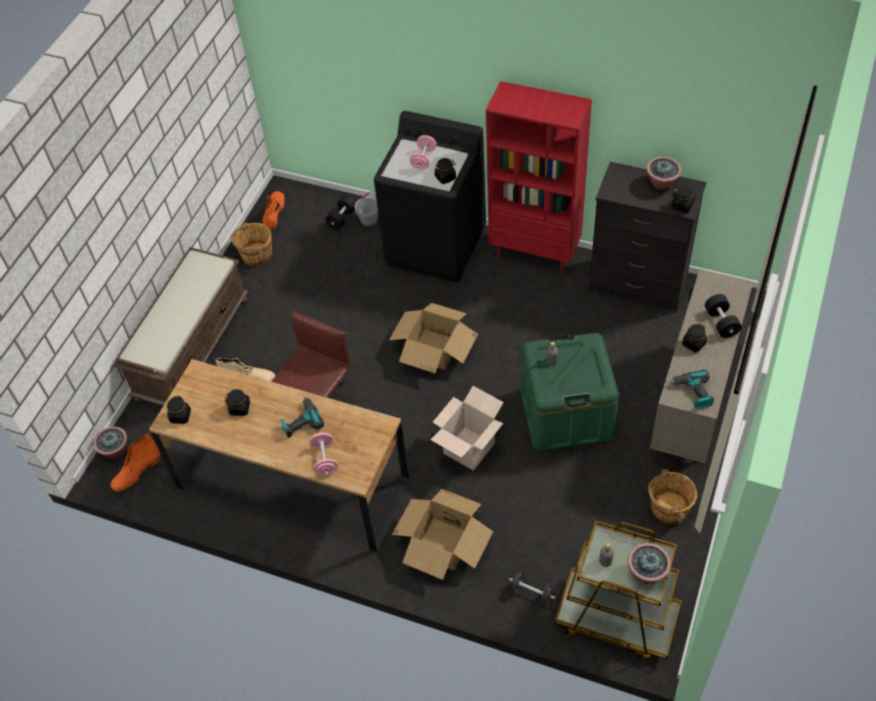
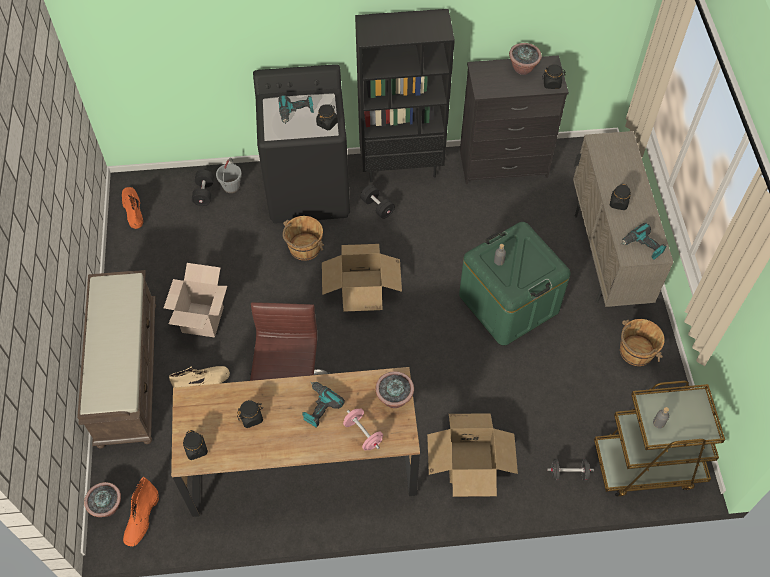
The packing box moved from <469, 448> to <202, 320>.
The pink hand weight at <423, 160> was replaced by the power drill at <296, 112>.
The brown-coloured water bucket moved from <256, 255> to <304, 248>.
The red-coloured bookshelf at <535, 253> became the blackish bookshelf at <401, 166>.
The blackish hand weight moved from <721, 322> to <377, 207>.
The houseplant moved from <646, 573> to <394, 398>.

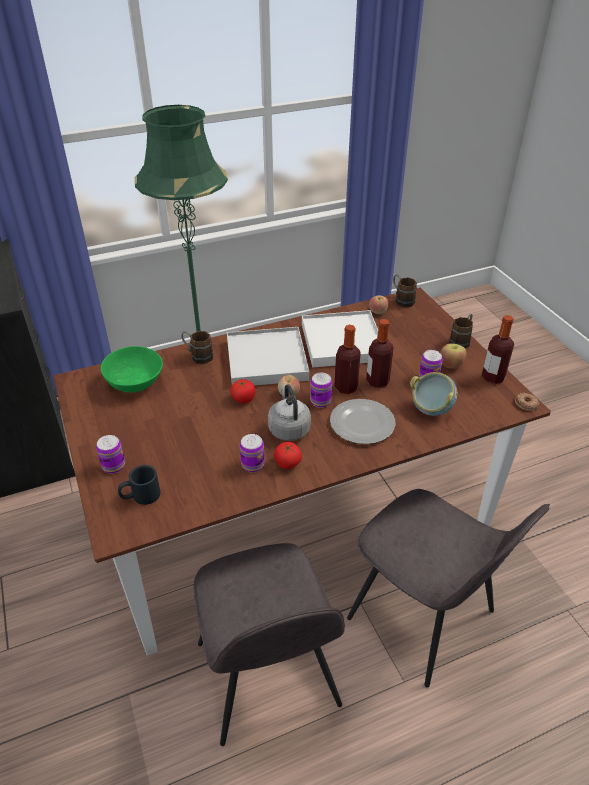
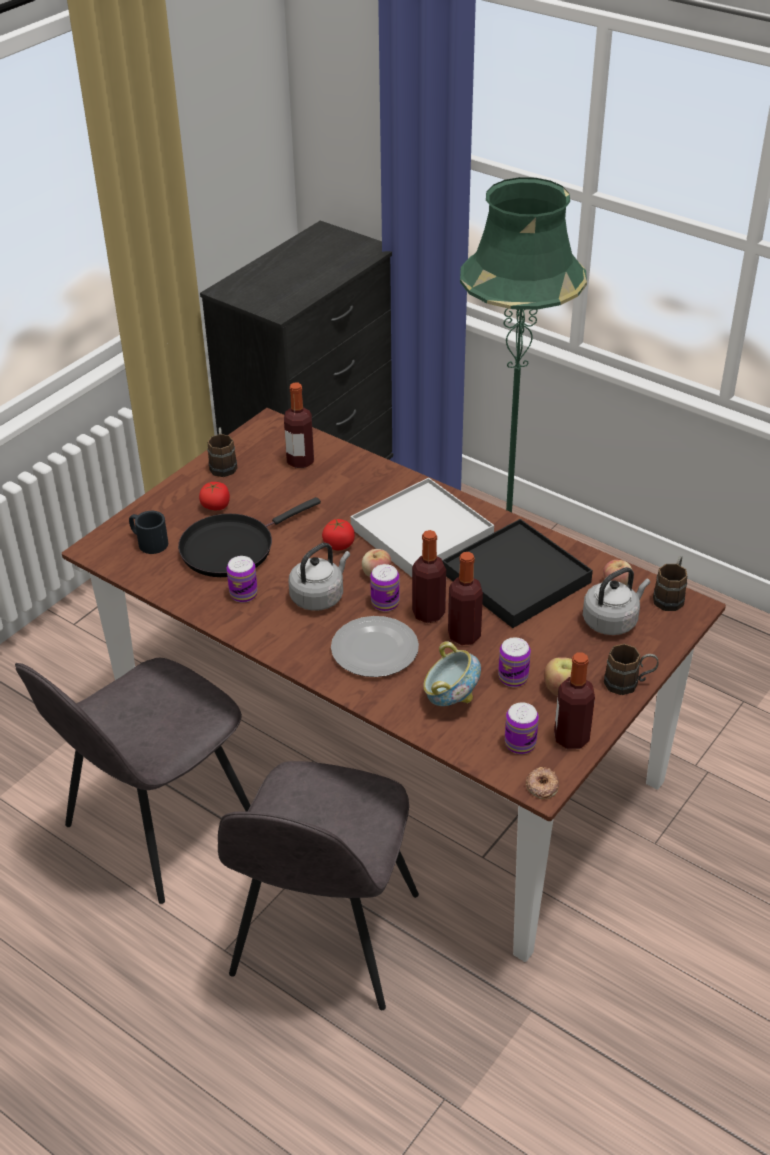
The blackish skillet at <232, 547> appeared.
The tomato moved from <287, 463> to <216, 506>.
The brown-coloured tea mug moved from <198, 356> to <223, 464>.
The green bowl at <135, 382> was replaced by the beverage bottle at <300, 461>.
The whitish carrying tray at <342, 342> became the blackish carrying tray at <515, 577>.
The can moved from <113, 466> to <520, 744>.
The grey tea kettle at <612, 621> appeared.

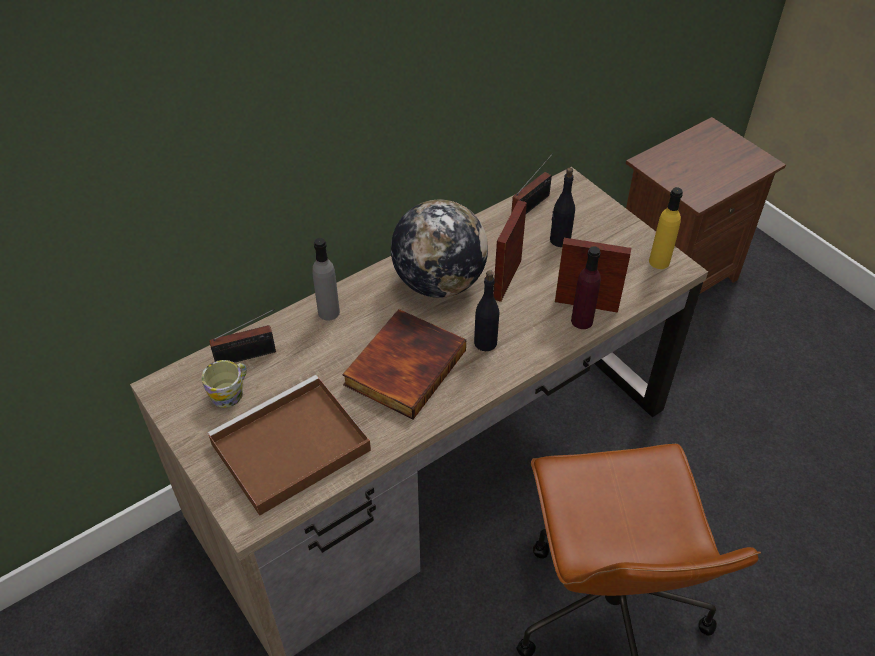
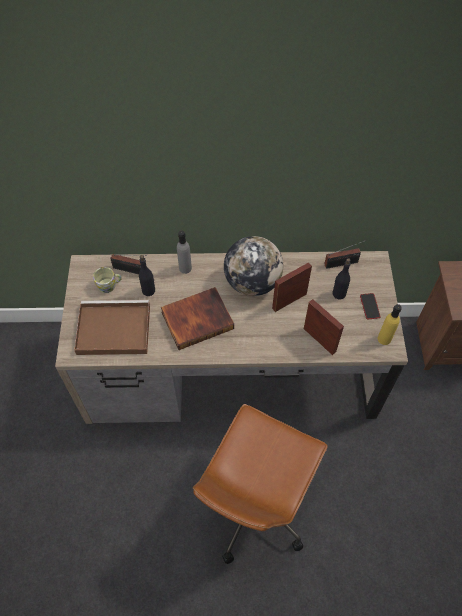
The blackish beverage bottle moved from <485, 342> to <149, 290>.
The handset at <369, 306> appeared.
The purple-coloured beverage bottle at <582, 321> disappeared.

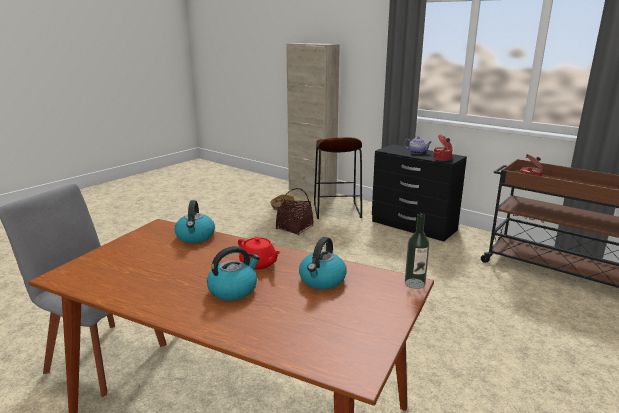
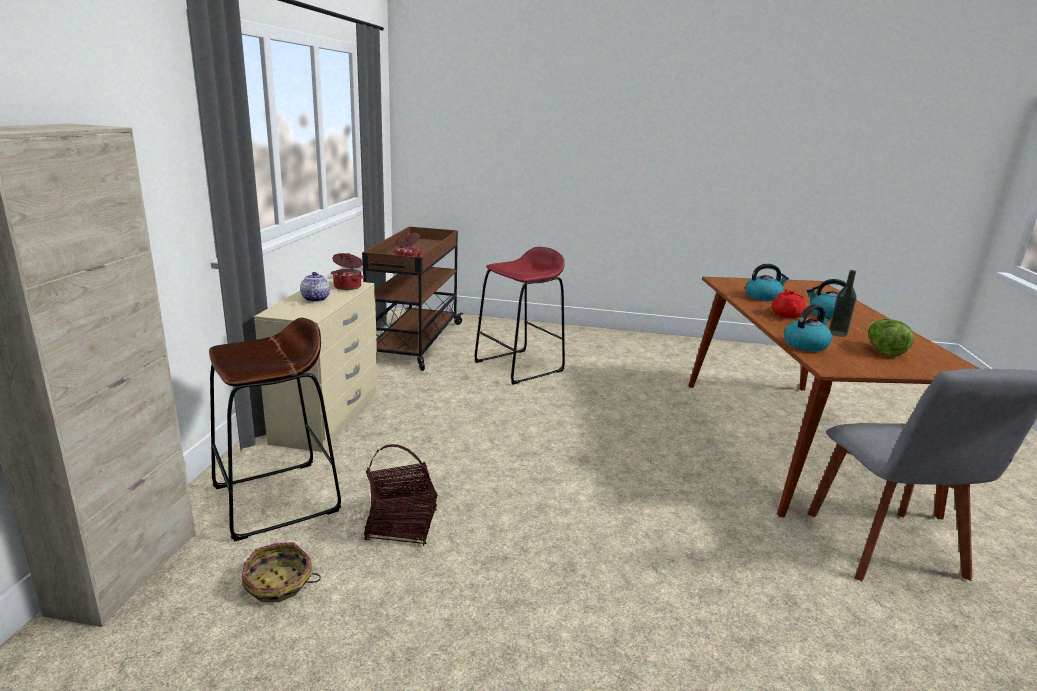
The blackish dresser at <413, 226> became the beige dresser at <328, 416>.
The red-coloured stool seat at <519, 366> appeared.
The beverage bottle moved from <414, 283> to <837, 333>.
The head of lettuce at <883, 351> appeared.

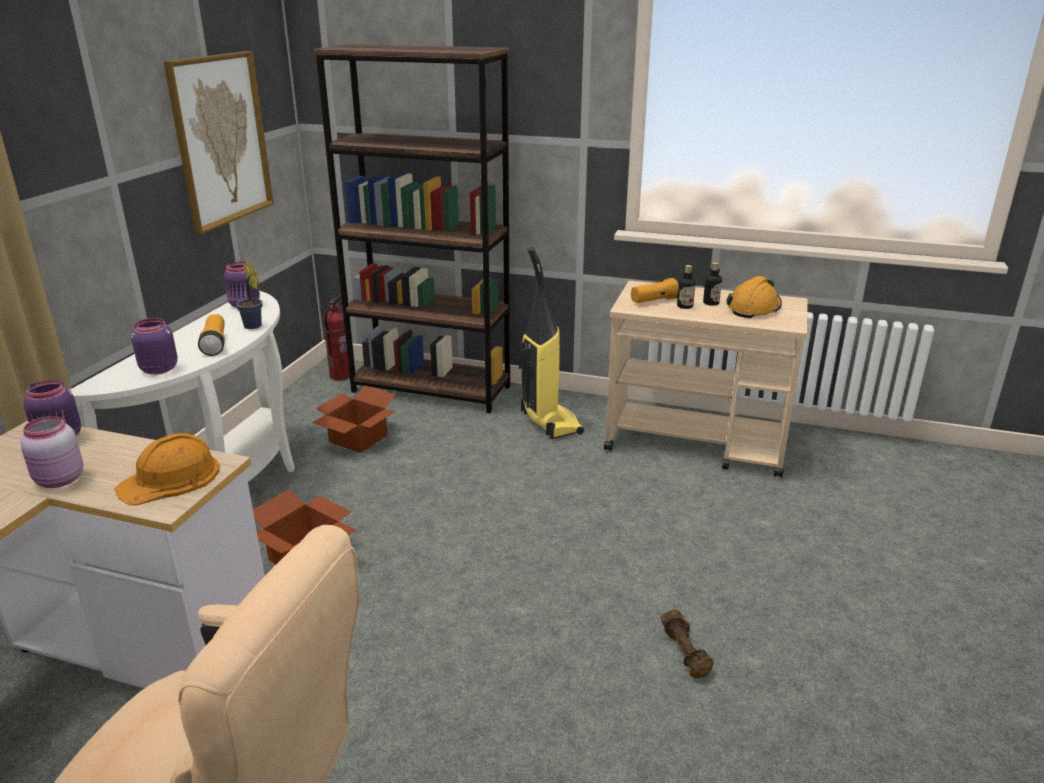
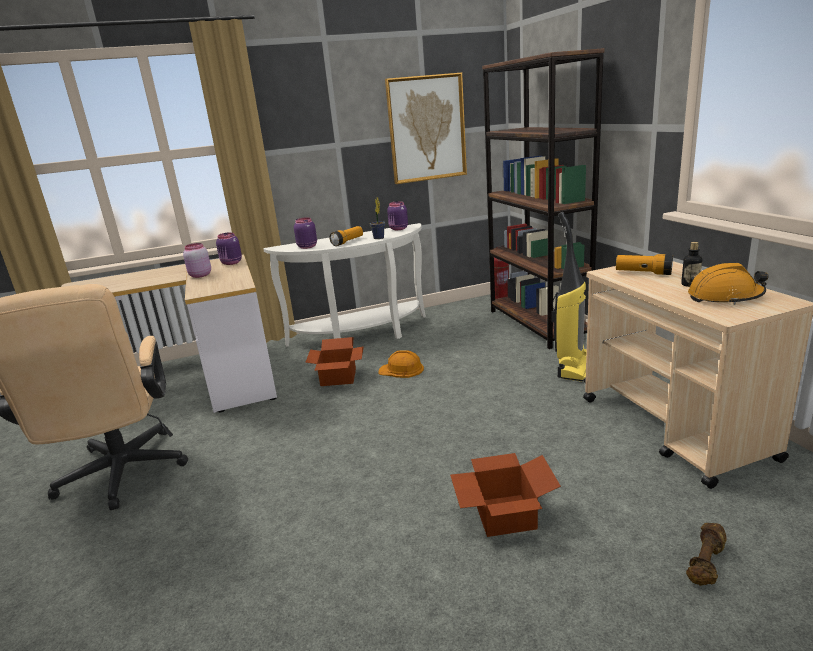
The orangey work helmet moved from <170, 478> to <401, 369>.
The packing box moved from <356, 439> to <503, 515>.
The brown-coloured hand weight moved from <685, 653> to <706, 563>.
The beverage bottle at <684, 306> disappeared.

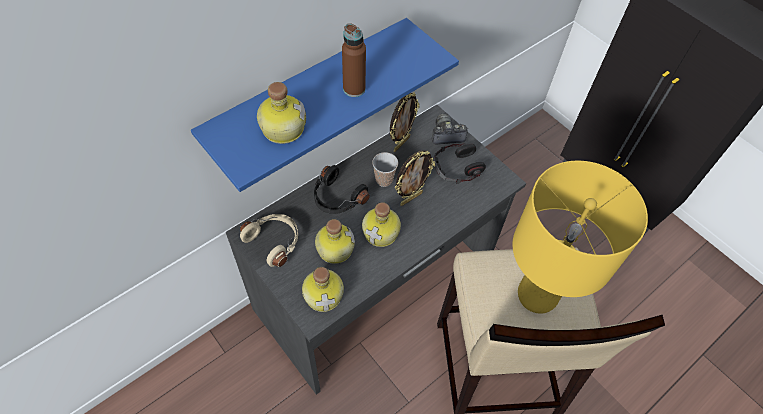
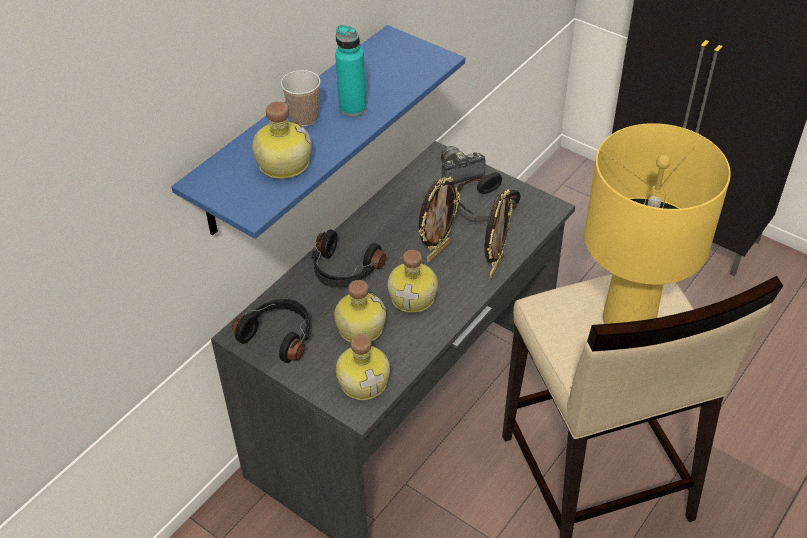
The beige headphones at <274, 241> became the blackish headphones at <279, 335>.
The small cup moved from <384, 180> to <304, 118>.
The brown-coloured beverage bottle at <354, 89> became the turquoise-coloured beverage bottle at <352, 108>.
The picture frame moved from <401, 143> to <495, 266>.

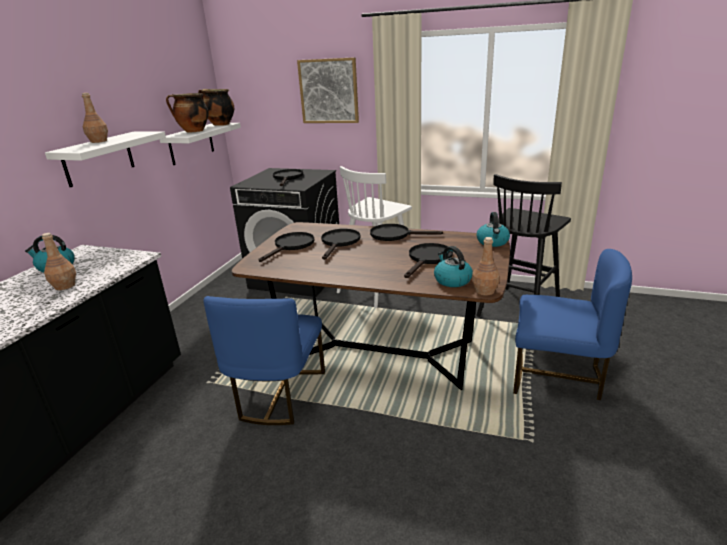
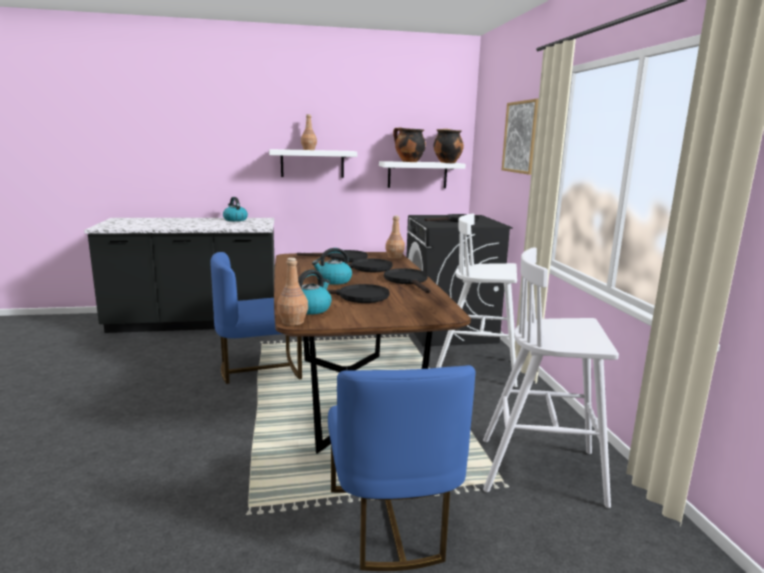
The tea kettle moved from <492, 242> to <333, 281>.
The brown-coloured beverage bottle moved from <65, 286> to <395, 257>.
The blackish stool seat at <519, 308> became the whitish stool seat at <543, 471>.

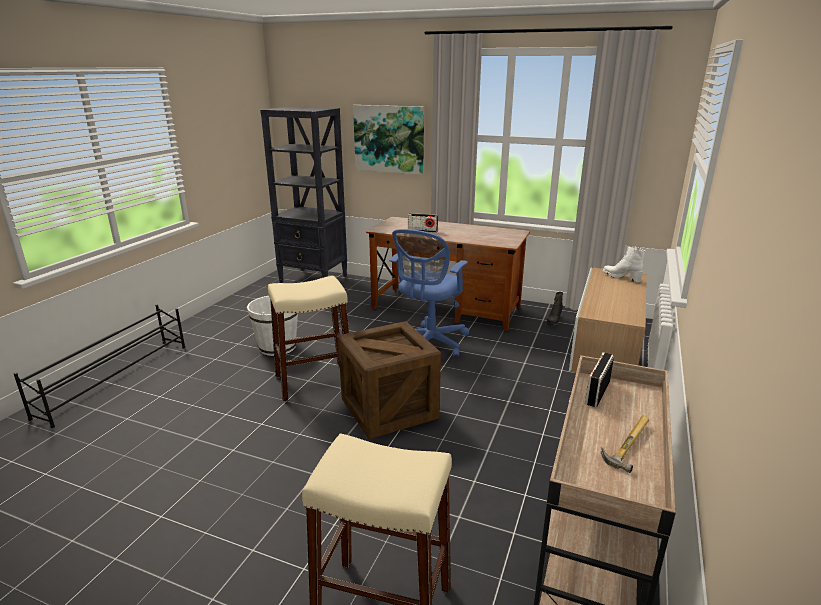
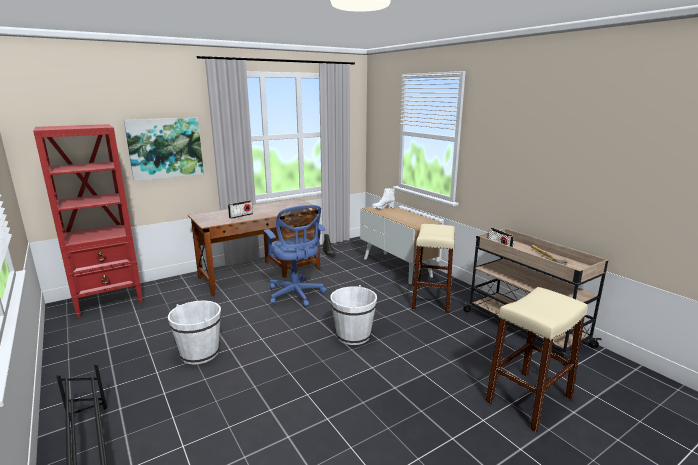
The blackish bookshelf at <314, 279> became the red-coloured bookshelf at <109, 300>.
The packing crate at <389, 409> was replaced by the whitish water bucket at <353, 335>.
The beige stool seat moved from <314, 381> to <431, 299>.

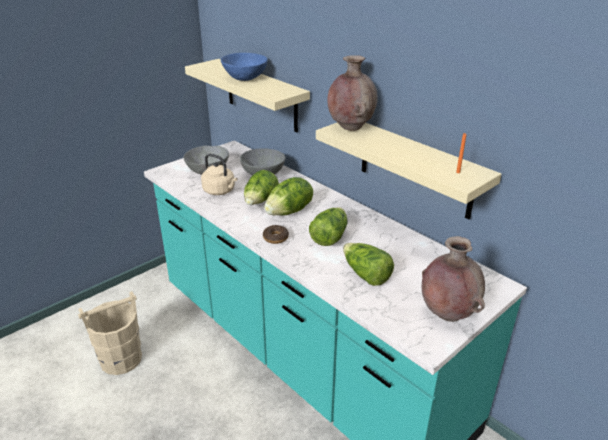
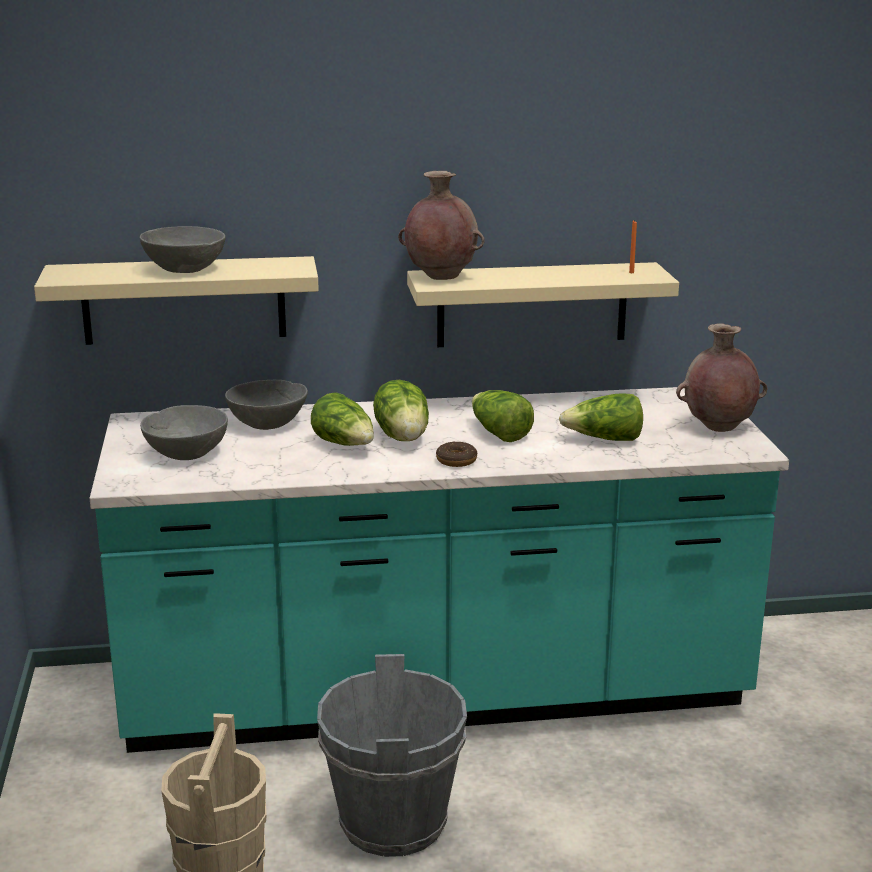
The blue bowl at <245, 78> became the grey bowl at <185, 269>.
The grey water bucket at <394, 823> appeared.
The beige tea kettle at <220, 191> disappeared.

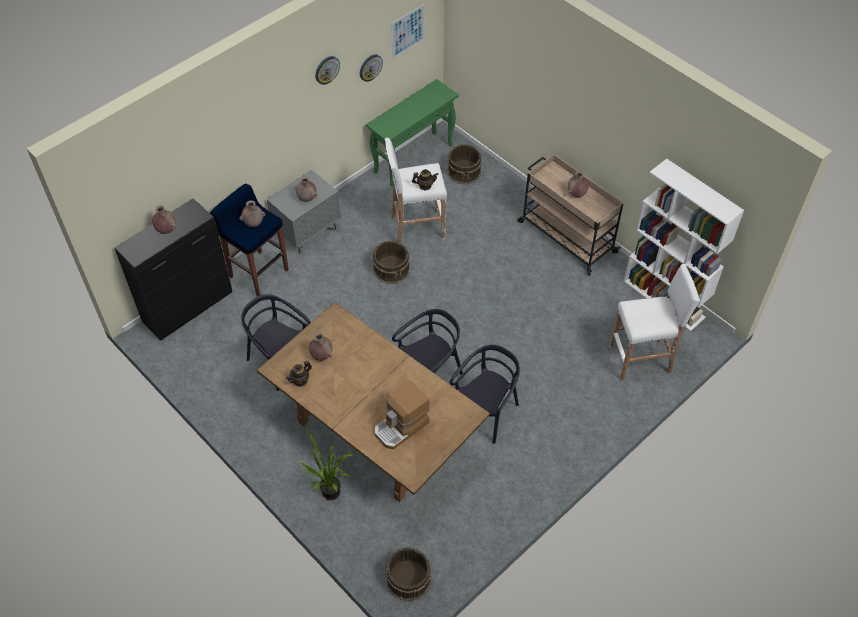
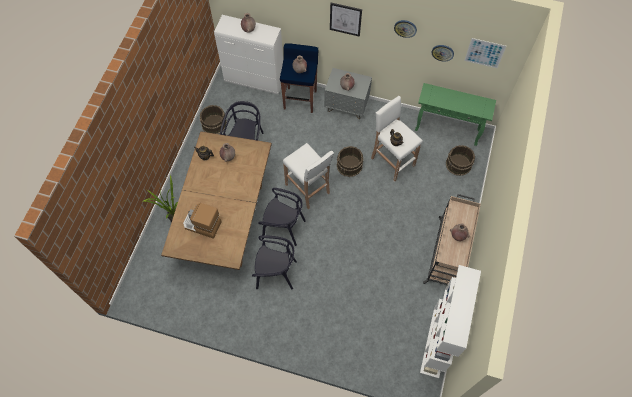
The brown-coloured water bucket moved from <408, 579> to <214, 124>.
The blackish storage cabinet at <188, 307> became the whitish storage cabinet at <255, 81>.
The whitish stool seat moved from <641, 359> to <308, 189>.
The wall art at <345, 19> appeared.

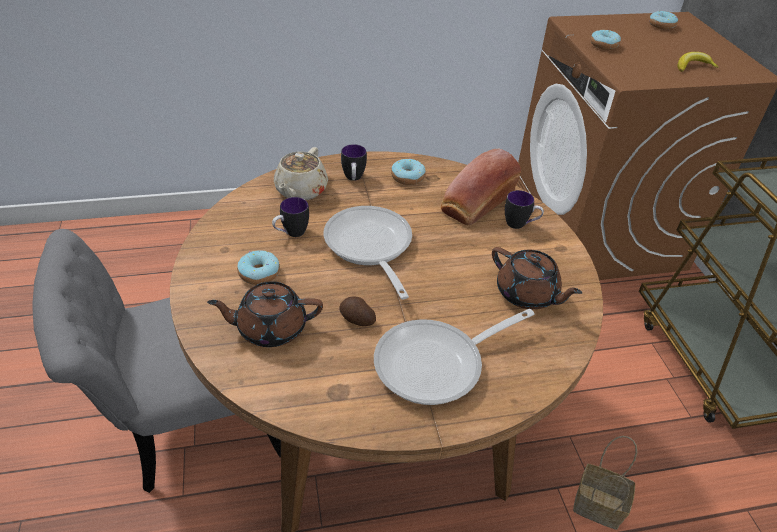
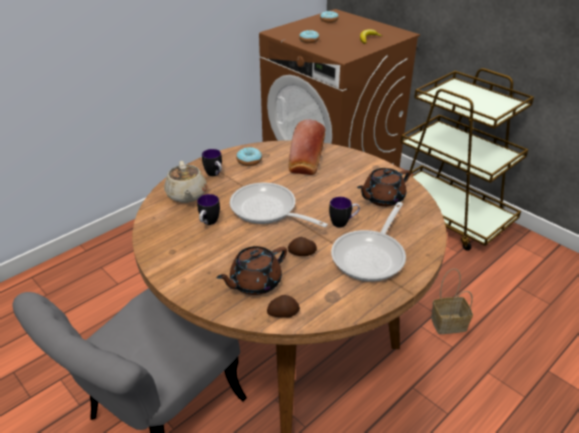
The spud at <283, 313> appeared.
The tea mug moved from <520, 225> to <343, 223>.
The brown-coloured tea pot at <527, 294> turned 135 degrees clockwise.
The doughnut at <259, 273> disappeared.

